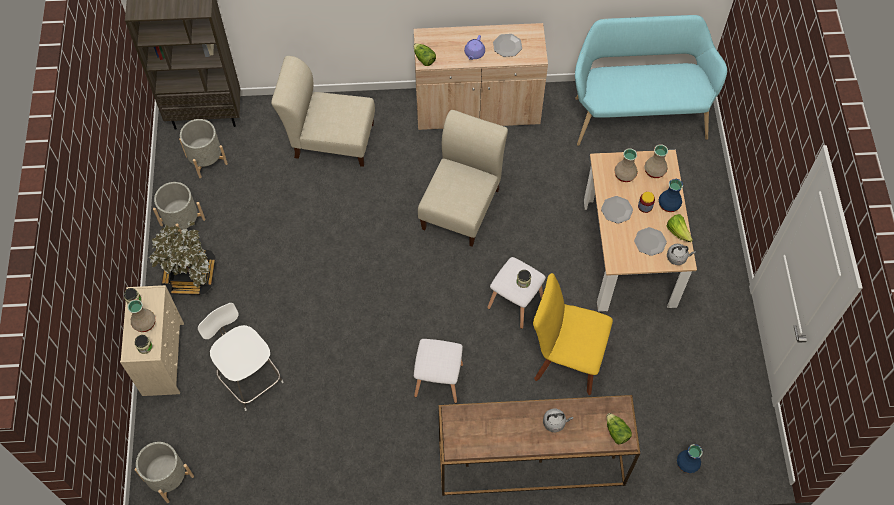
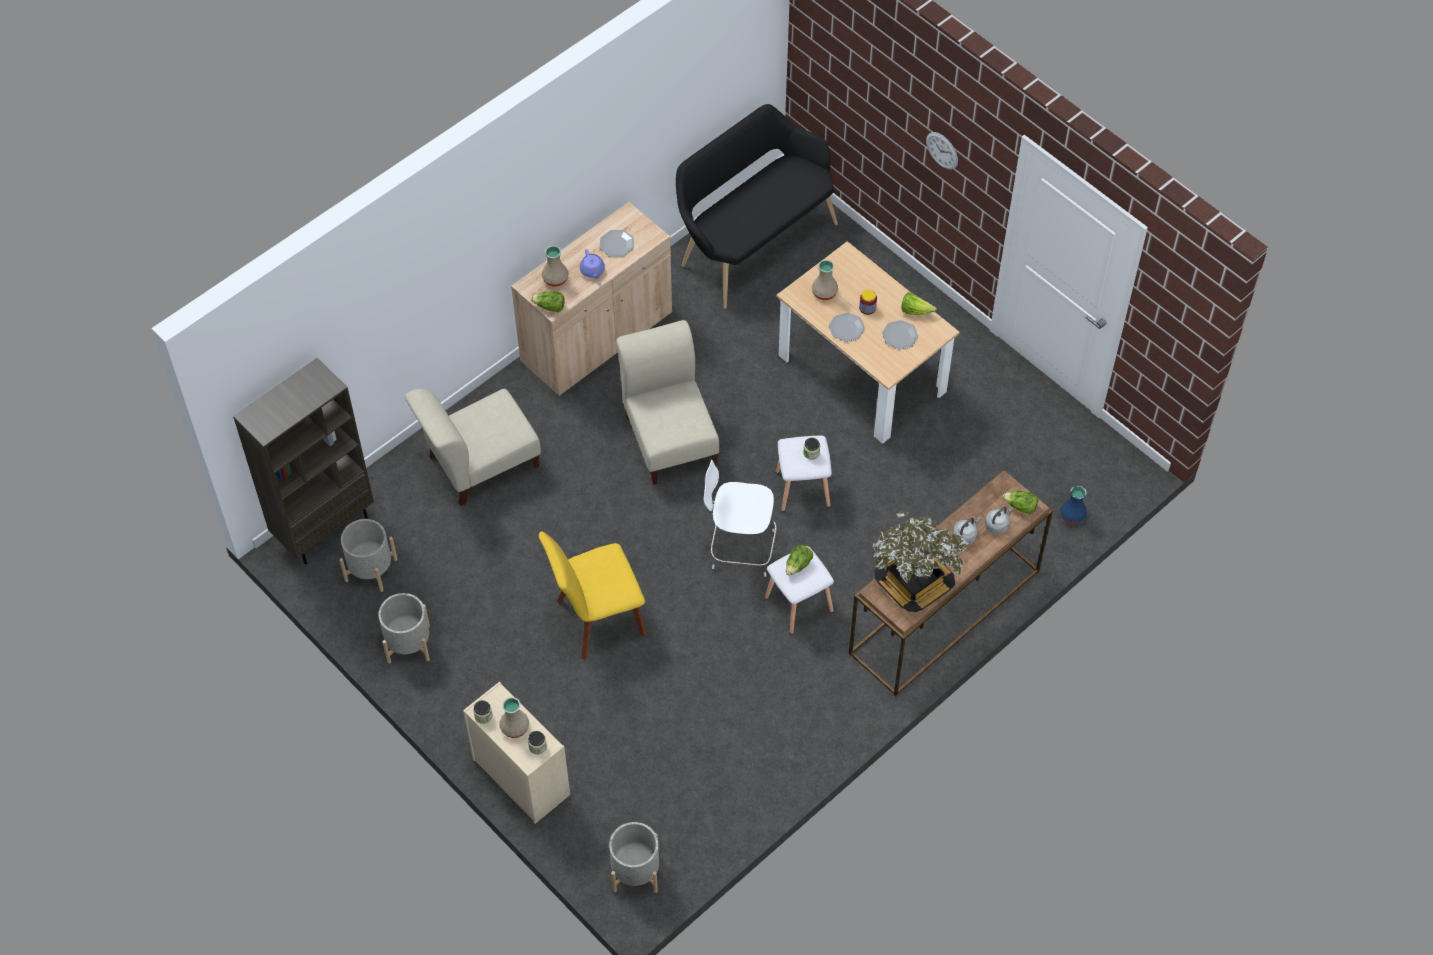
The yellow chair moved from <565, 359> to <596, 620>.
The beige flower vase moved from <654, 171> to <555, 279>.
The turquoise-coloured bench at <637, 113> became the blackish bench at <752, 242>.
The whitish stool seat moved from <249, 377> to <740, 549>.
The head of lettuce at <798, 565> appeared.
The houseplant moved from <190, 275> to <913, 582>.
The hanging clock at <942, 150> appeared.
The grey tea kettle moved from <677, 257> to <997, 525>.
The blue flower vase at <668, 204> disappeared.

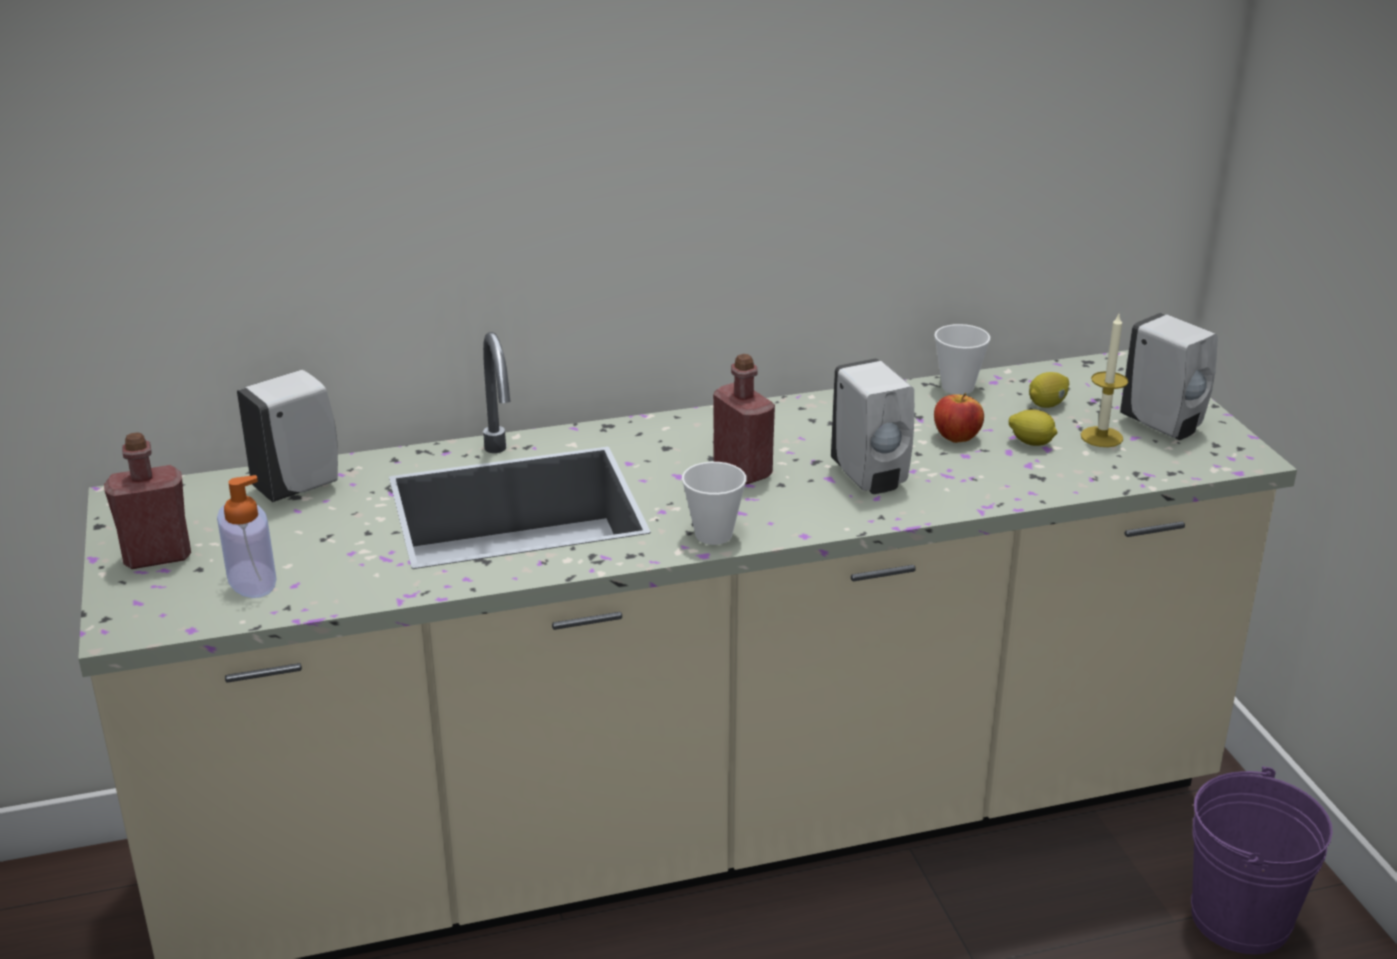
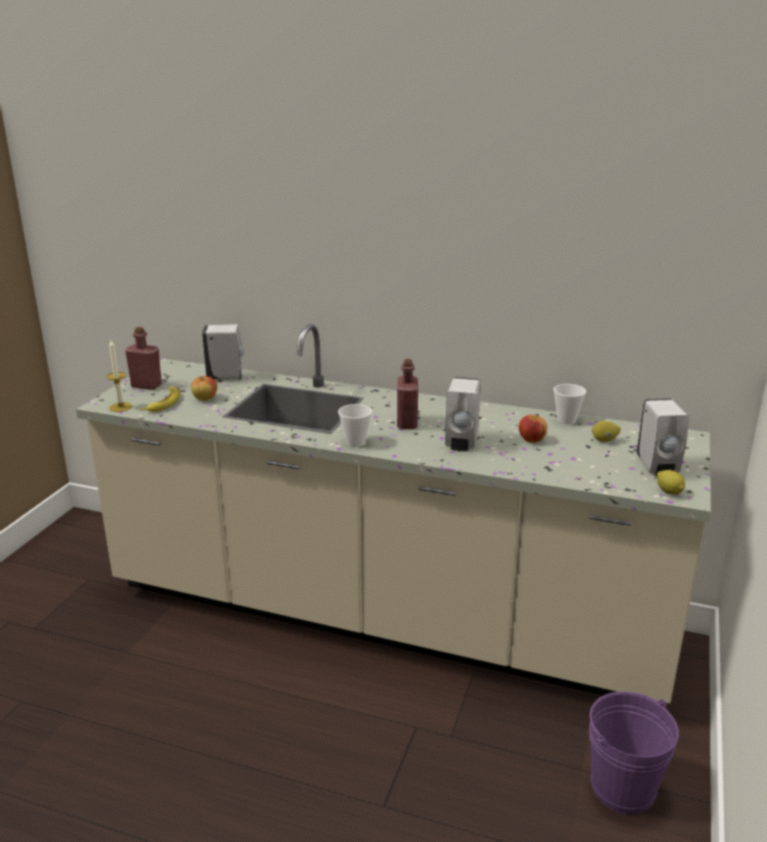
The wax light moved from <1101, 437> to <120, 407>.
The liquid soap bottle at <252, 580> was replaced by the whole banana at <163, 402>.
The apple fruit at <205, 399> appeared.
The whole lemon moved from <1031, 443> to <669, 492>.

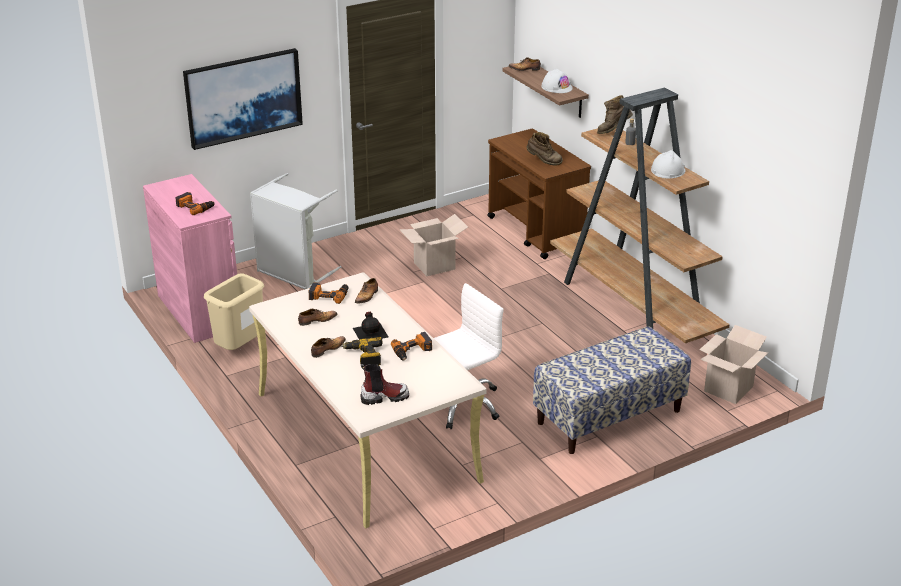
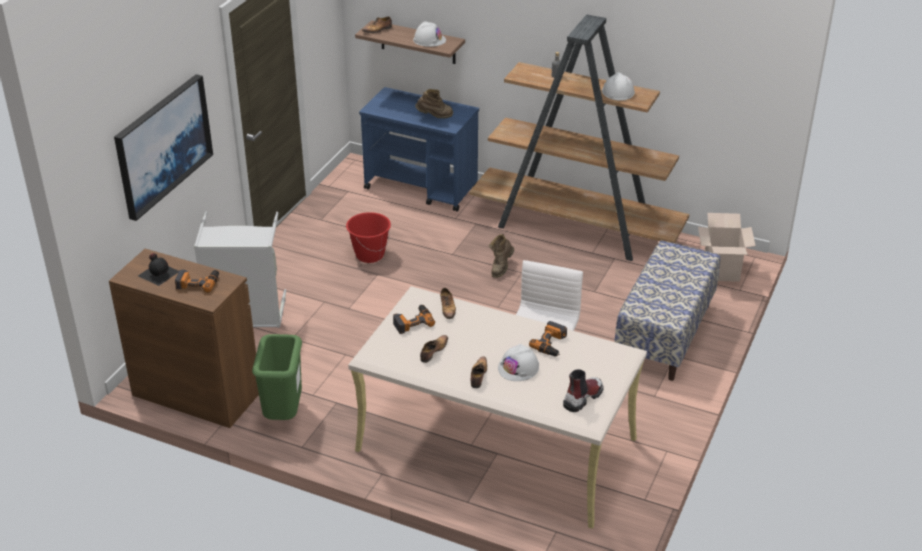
The pink storage cabinet at <199, 311> became the brown-coloured storage cabinet at <196, 394>.
The blackish beverage bottle moved from <370, 332> to <158, 273>.
The beige waste bin at <239, 349> became the green waste bin at <283, 414>.
The packing box at <434, 266> was replaced by the red-coloured water bucket at <369, 255>.
The brown-coloured wheeled cart at <536, 232> became the blue wheeled cart at <422, 188>.
The brown-coloured high-top boot moved from <613, 130> to <501, 268>.
The power drill at <364, 357> was replaced by the whitish work helmet at <518, 367>.

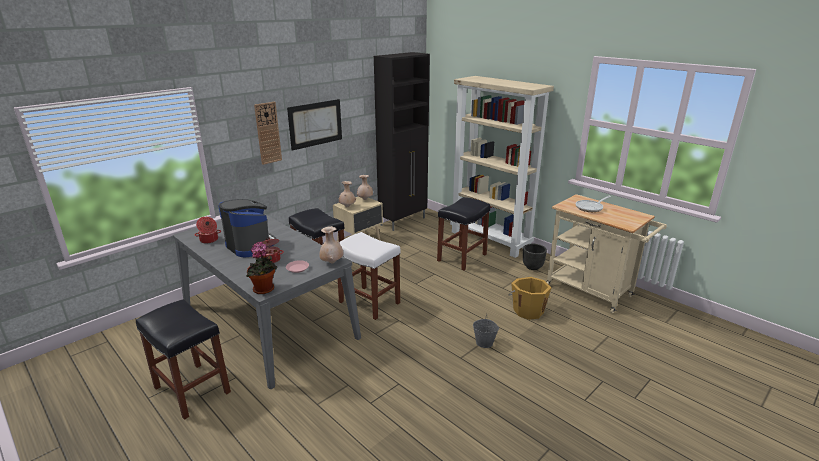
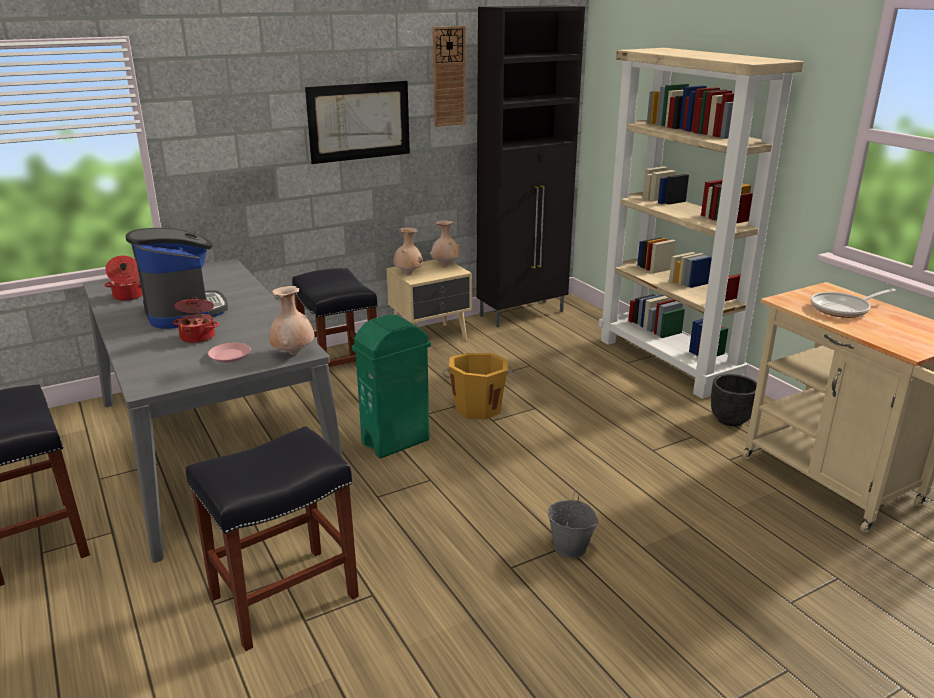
The blackish stool seat moved from <462, 258> to <283, 598>.
The whitish stool seat at <370, 302> was replaced by the green waste bin at <396, 442>.
The hanging clock moved from <268, 133> to <449, 76>.
The orangey water bucket moved from <528, 311> to <478, 407>.
The houseplant at <264, 290> disappeared.

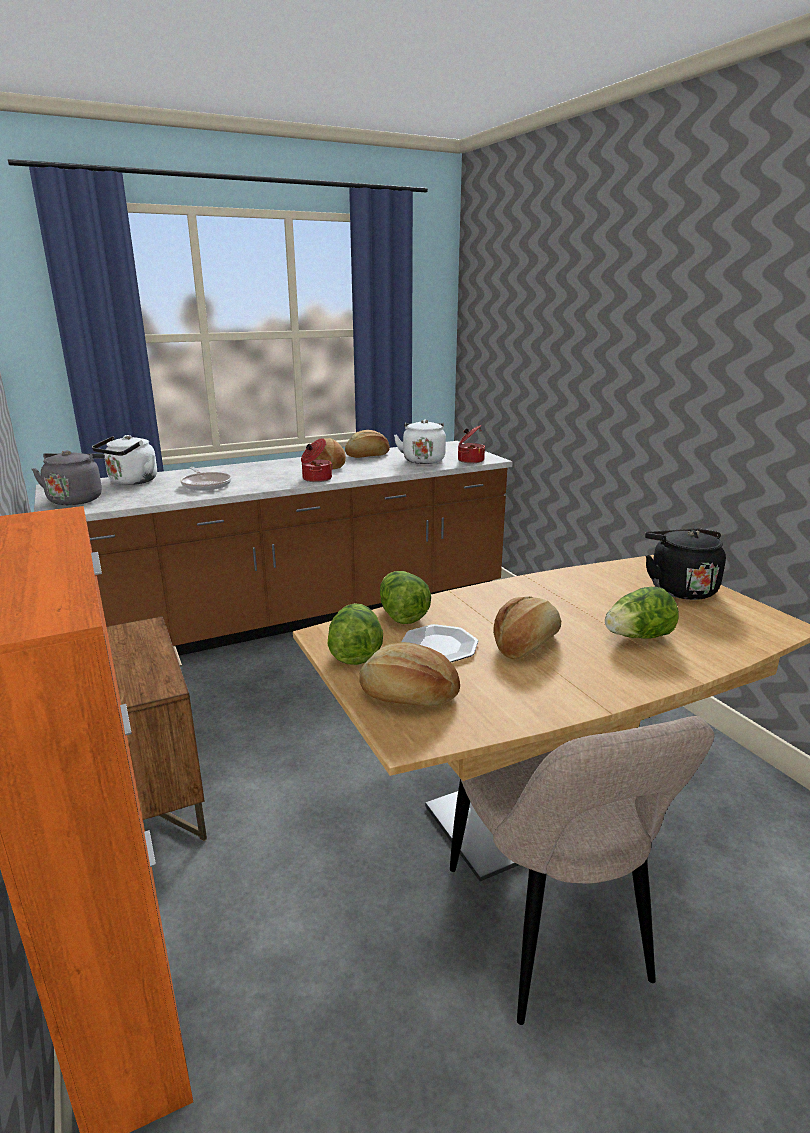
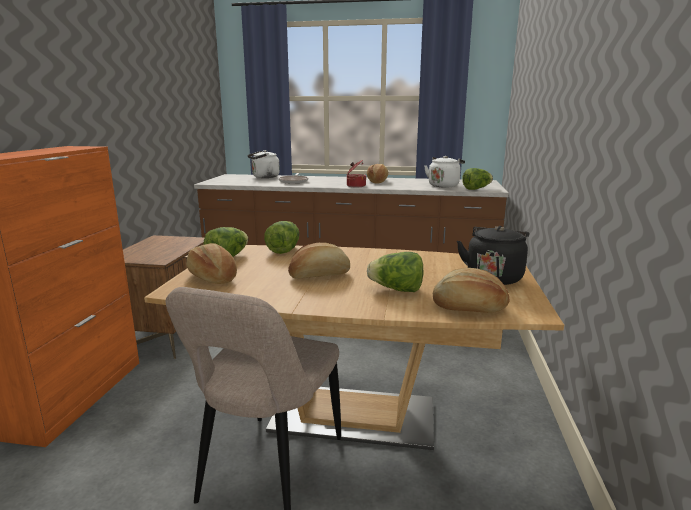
The baked bread moved from <368, 455> to <469, 307>.
The stockpot at <470, 460> was replaced by the head of lettuce at <476, 189>.
The grey tea kettle at <76, 499> disappeared.
The plate at <439, 646> disappeared.

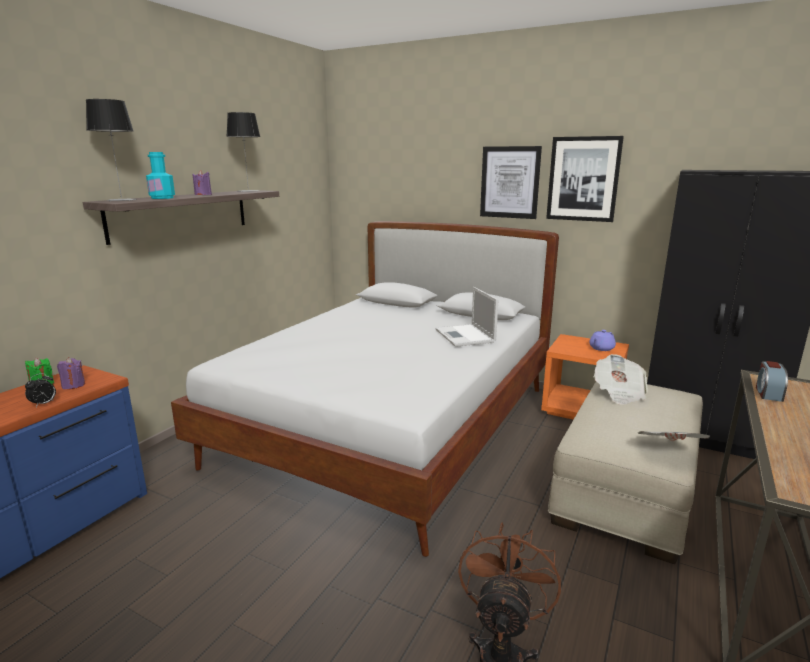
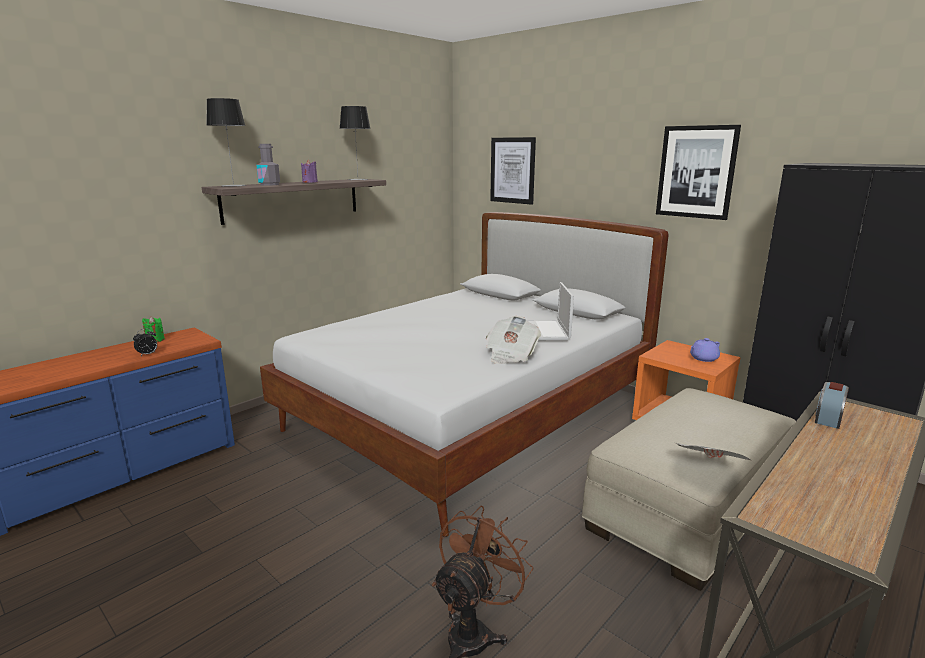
The turquoise-coloured beverage bottle at <162, 198> became the grey beverage bottle at <269, 184>.
The printed paper moved from <619, 393> to <510, 355>.
The wall art moved from <510, 182> to <512, 170>.
The purple-coloured wax light at <73, 385> disappeared.

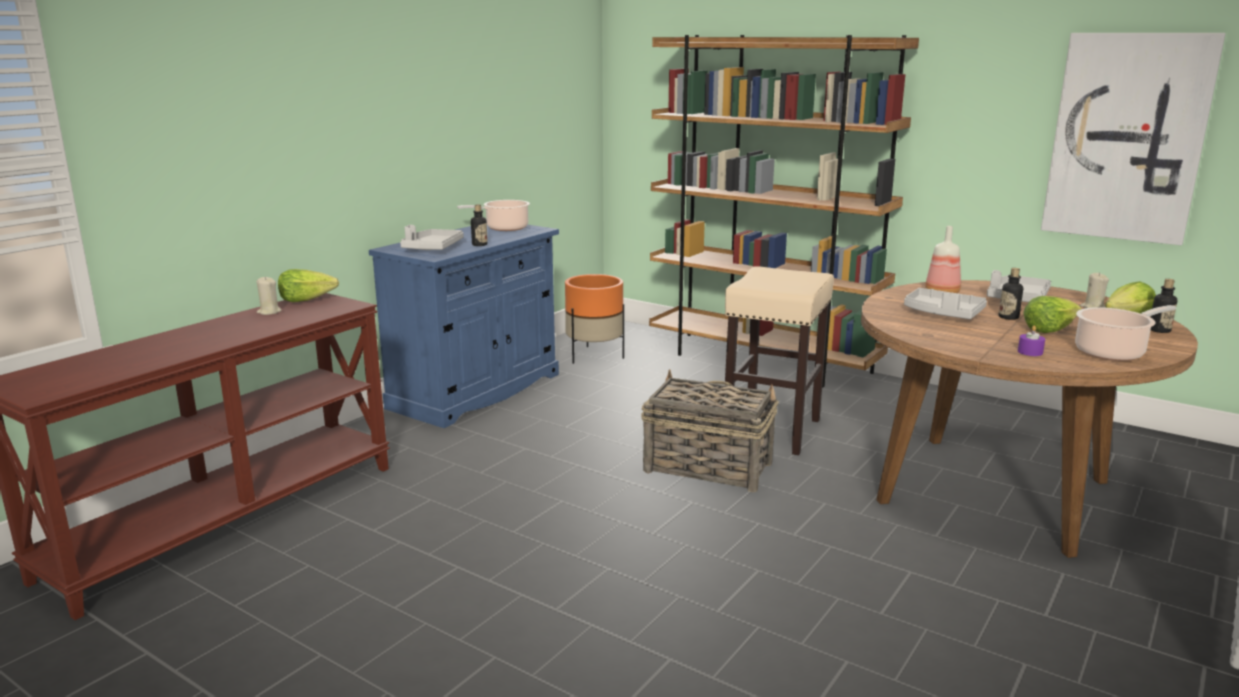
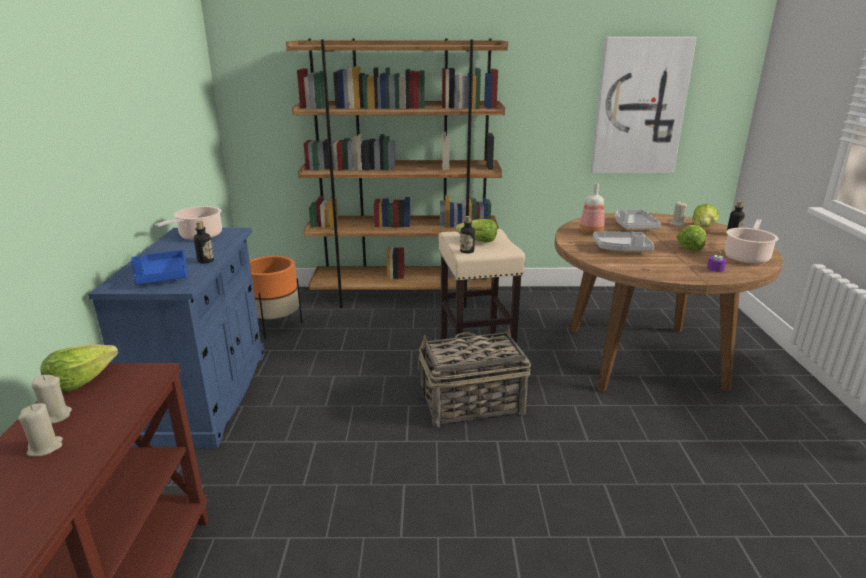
The beige wax light at <45, 447> appeared.
The grey carrying tray at <433, 248> became the blue carrying tray at <162, 276>.
The head of lettuce at <477, 241> appeared.
The beverage bottle moved from <1008, 317> to <467, 251>.

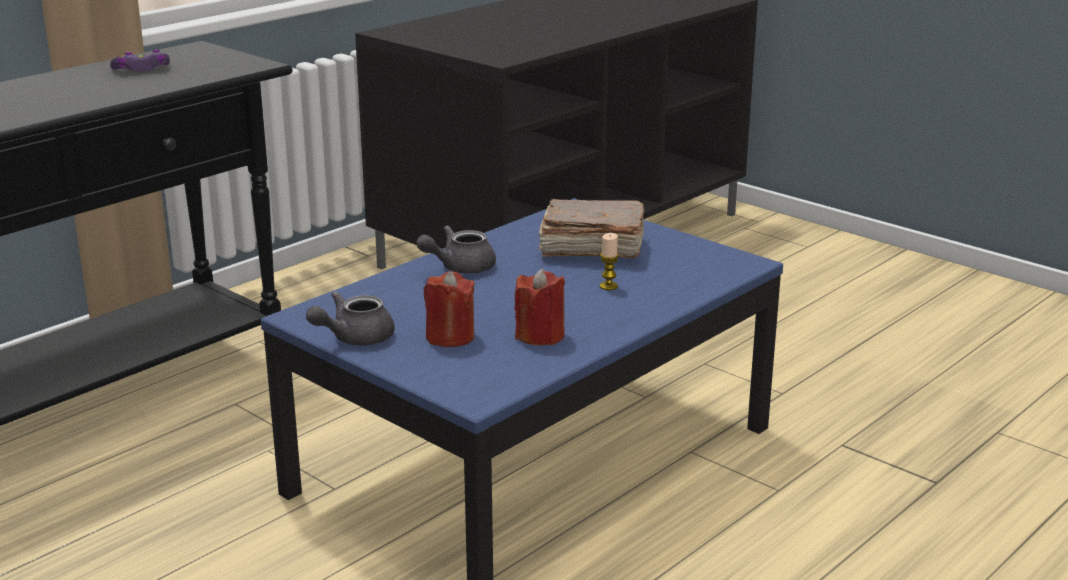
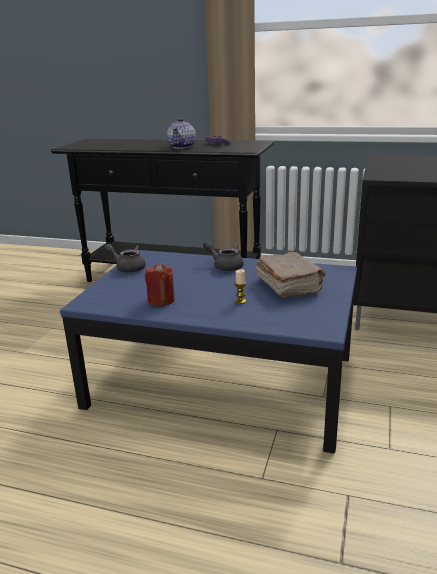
The tea pot at <182, 147> appeared.
The red-coloured wax light at <450, 337> disappeared.

